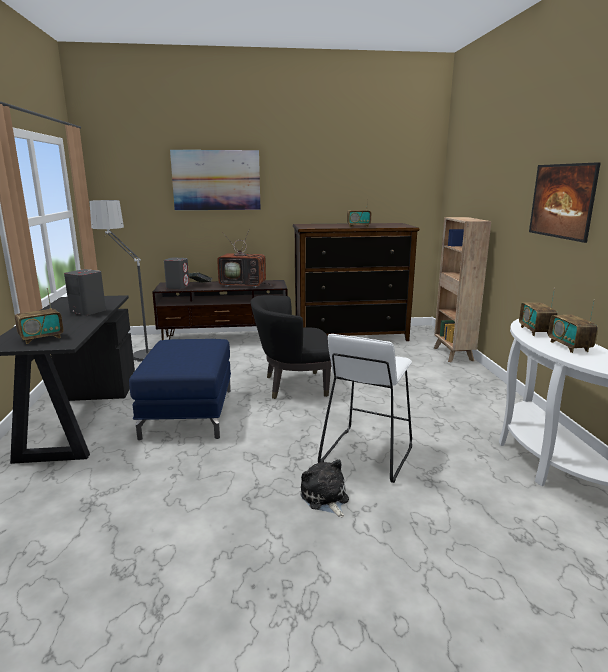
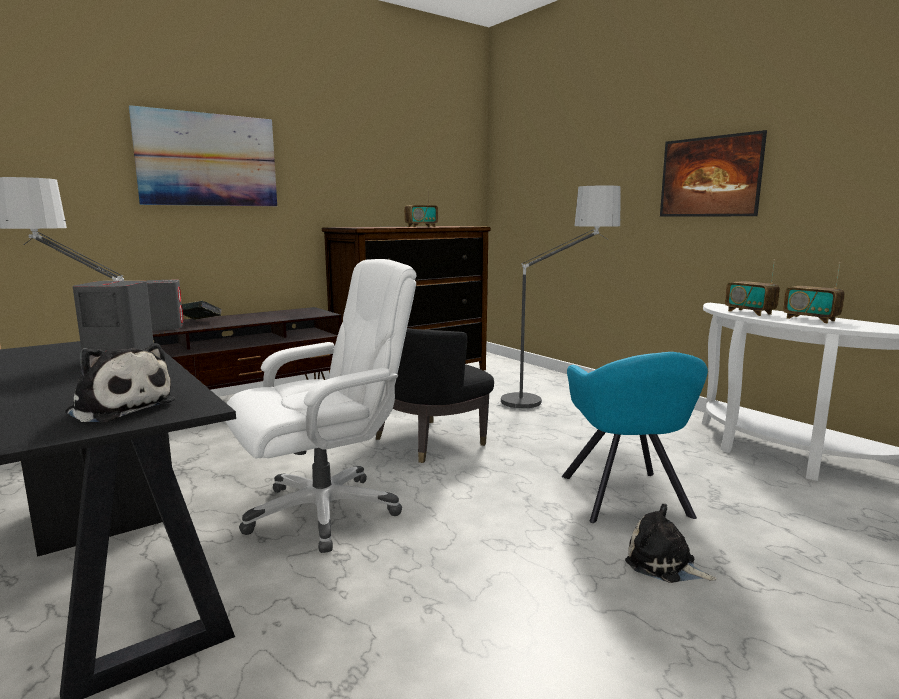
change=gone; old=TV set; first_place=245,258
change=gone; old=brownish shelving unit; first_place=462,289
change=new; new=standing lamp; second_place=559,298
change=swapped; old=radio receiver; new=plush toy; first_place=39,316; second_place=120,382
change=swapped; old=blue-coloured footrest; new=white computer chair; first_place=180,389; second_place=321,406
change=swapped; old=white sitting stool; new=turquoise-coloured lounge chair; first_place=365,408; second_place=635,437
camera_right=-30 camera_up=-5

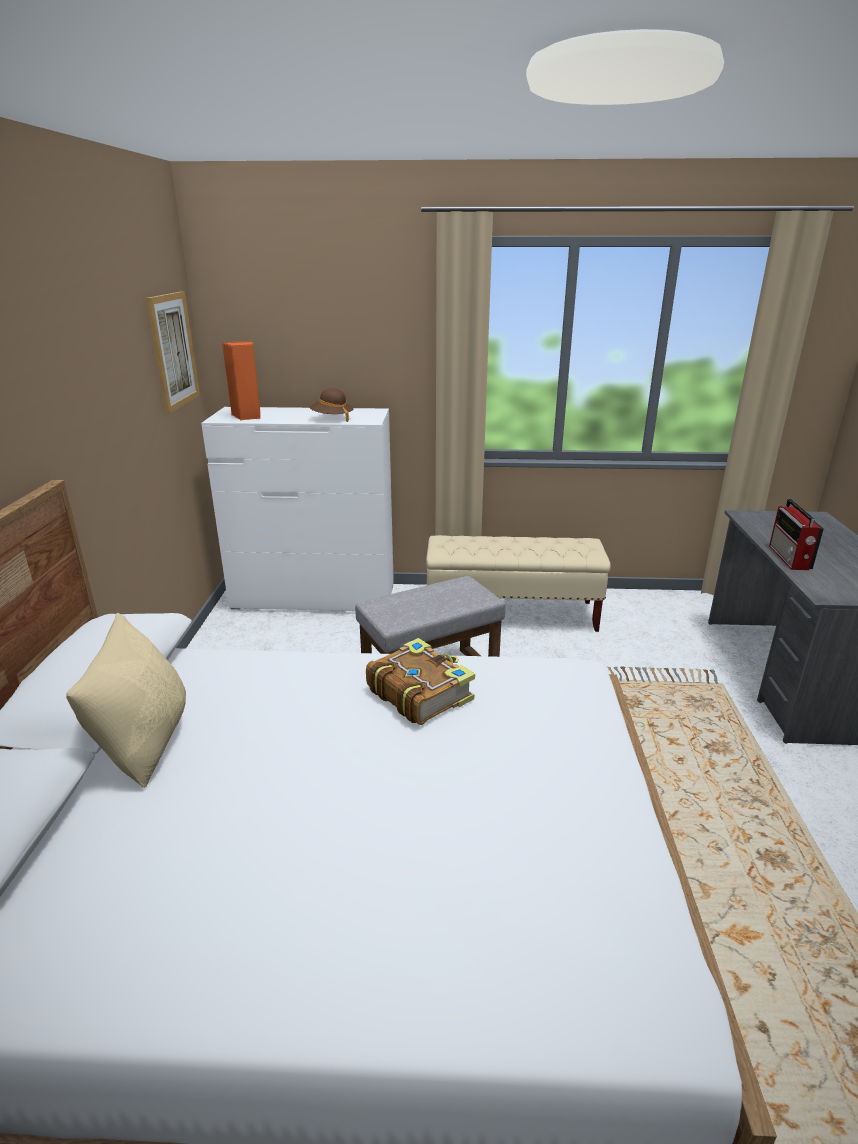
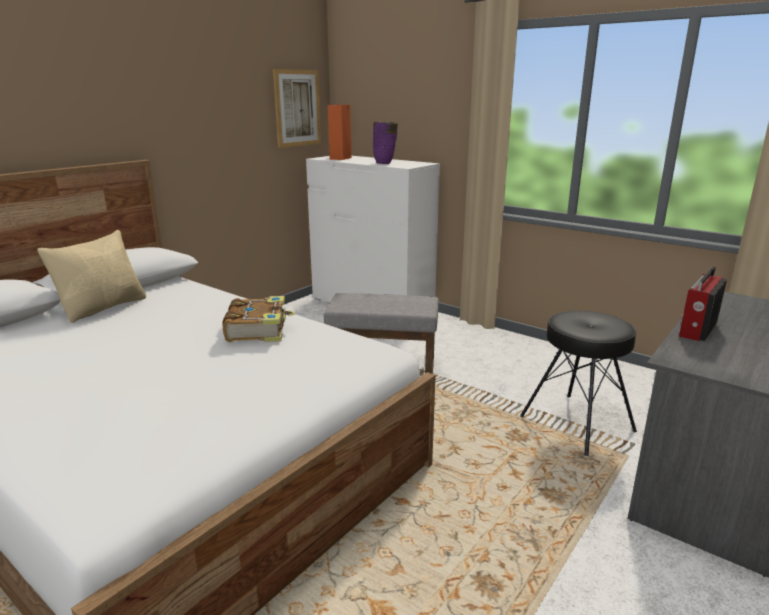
change=gone; old=sand-coloured indoor bench; first_place=518,583
change=new; new=black sitting stool; second_place=578,383
change=swapped; old=brownish hat; new=purple vase; first_place=331,405; second_place=385,142
camera_right=35 camera_up=-5

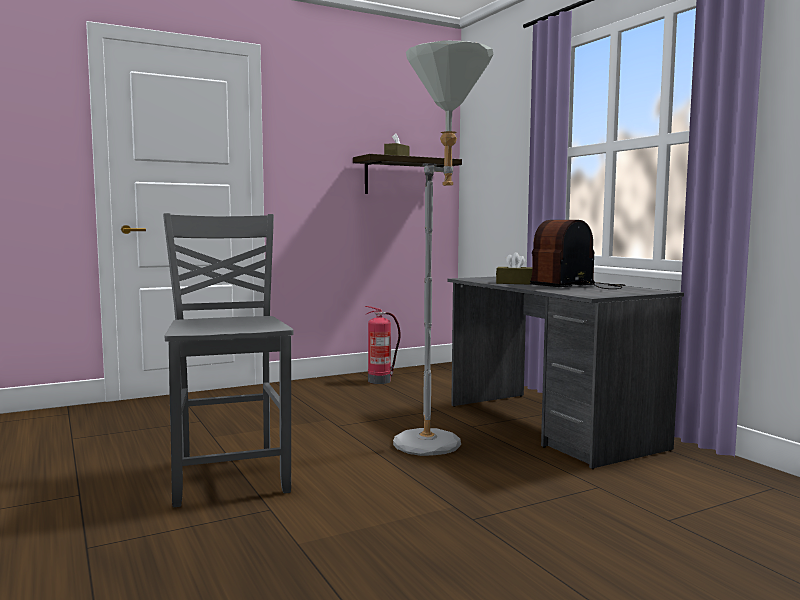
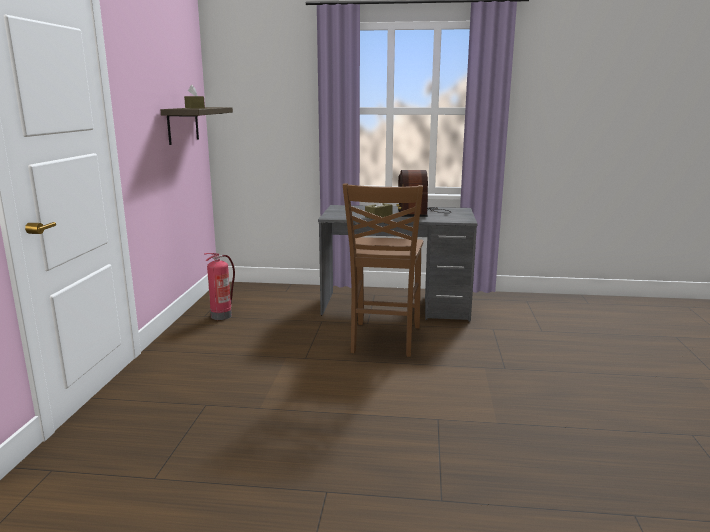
change=gone; old=greyish chair; first_place=228,360
change=swapped; old=greyish standing lamp; new=brownish chair; first_place=443,248; second_place=383,270
camera_right=-55 camera_up=10

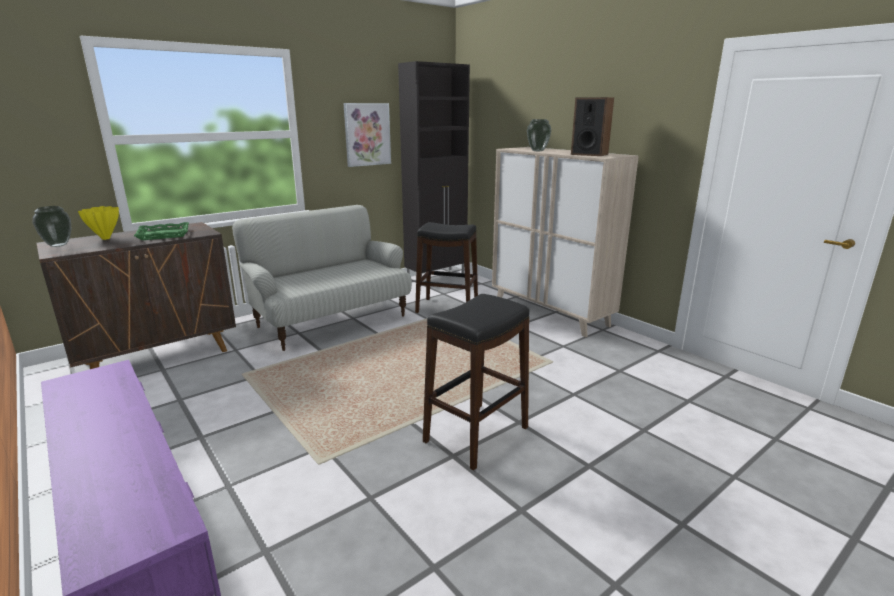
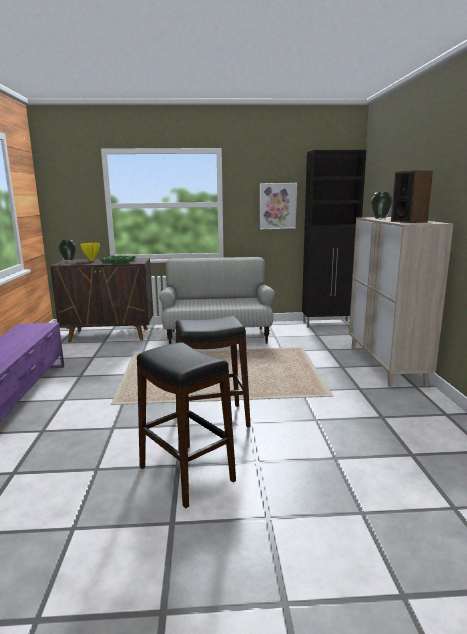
change=shifted; old=black sitting stool; first_place=446,267; second_place=186,425
camera_right=35 camera_up=-5

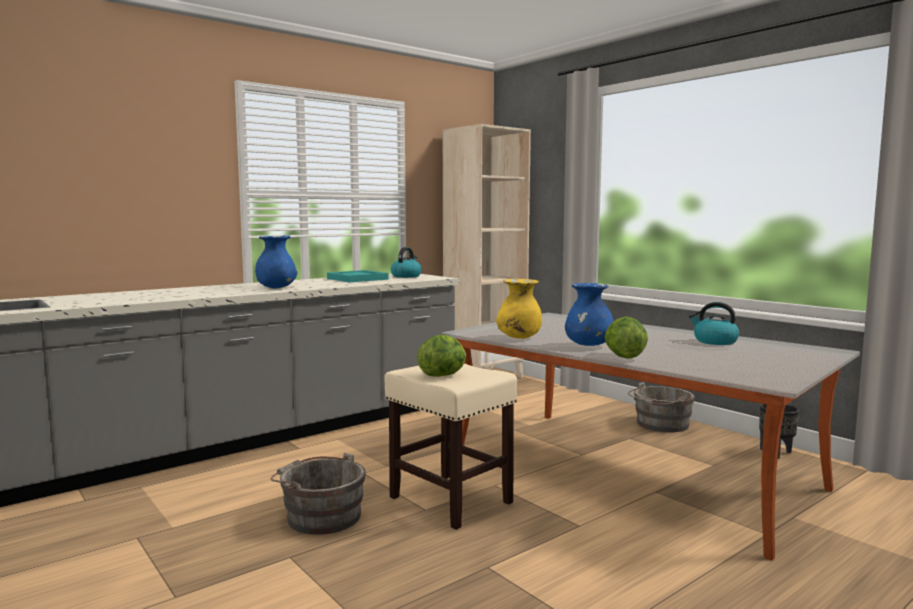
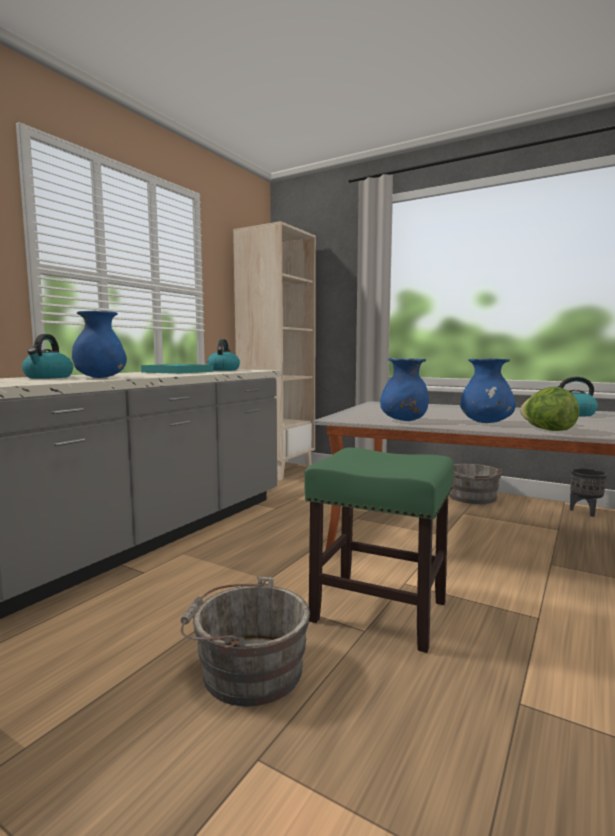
change=gone; old=lettuce head; first_place=441,356
change=new; new=water kettle; second_place=47,356
change=repainted; old=sand-coloured sitting stool; new=green-coloured sitting stool; first_place=450,446; second_place=379,550
change=repainted; old=yellow-coloured vase; new=blue-coloured vase; first_place=519,309; second_place=404,389
camera_right=-20 camera_up=0

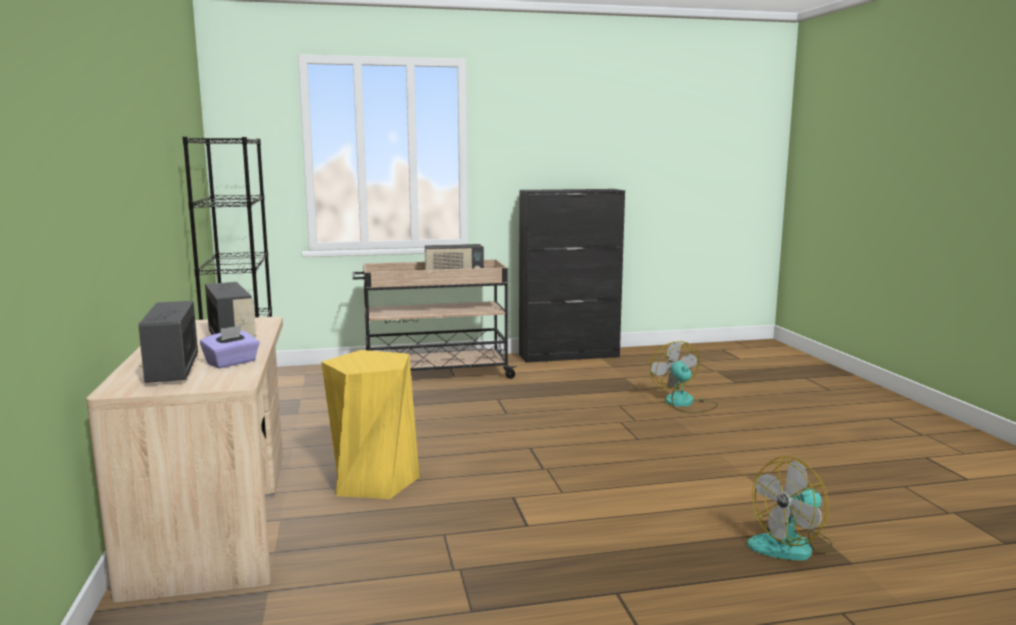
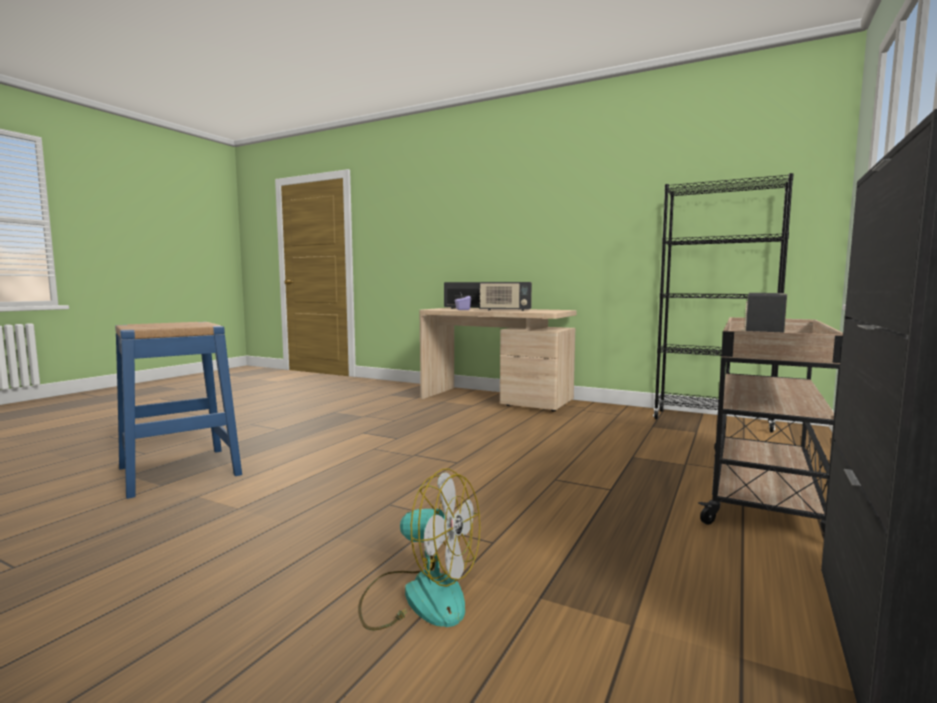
change=gone; old=yellow-coloured sitting stool; first_place=370,424
change=swapped; old=cooling fan; new=blue-coloured sitting stool; first_place=790,508; second_place=178,410
camera_right=130 camera_up=-5

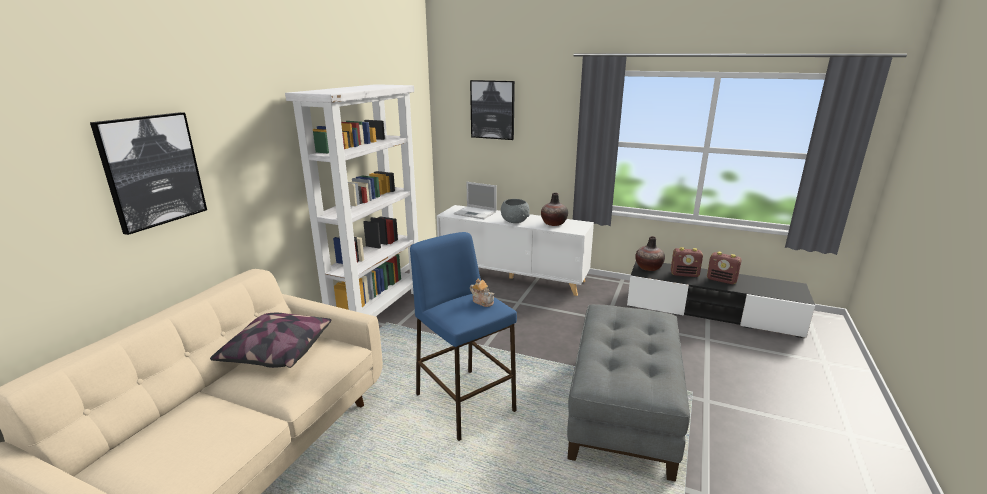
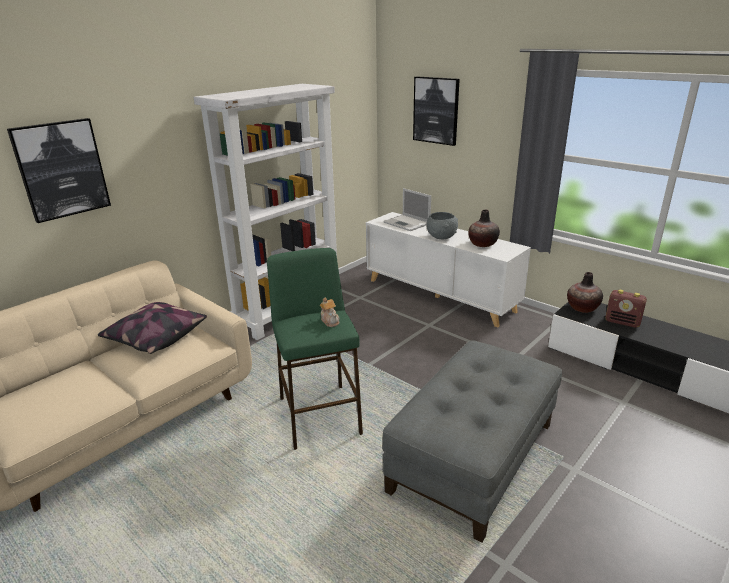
change=gone; old=radio receiver; first_place=724,268
change=repainted; old=blue-coloured sitting stool; new=green-coloured sitting stool; first_place=463,336; second_place=315,349
camera_right=20 camera_up=5

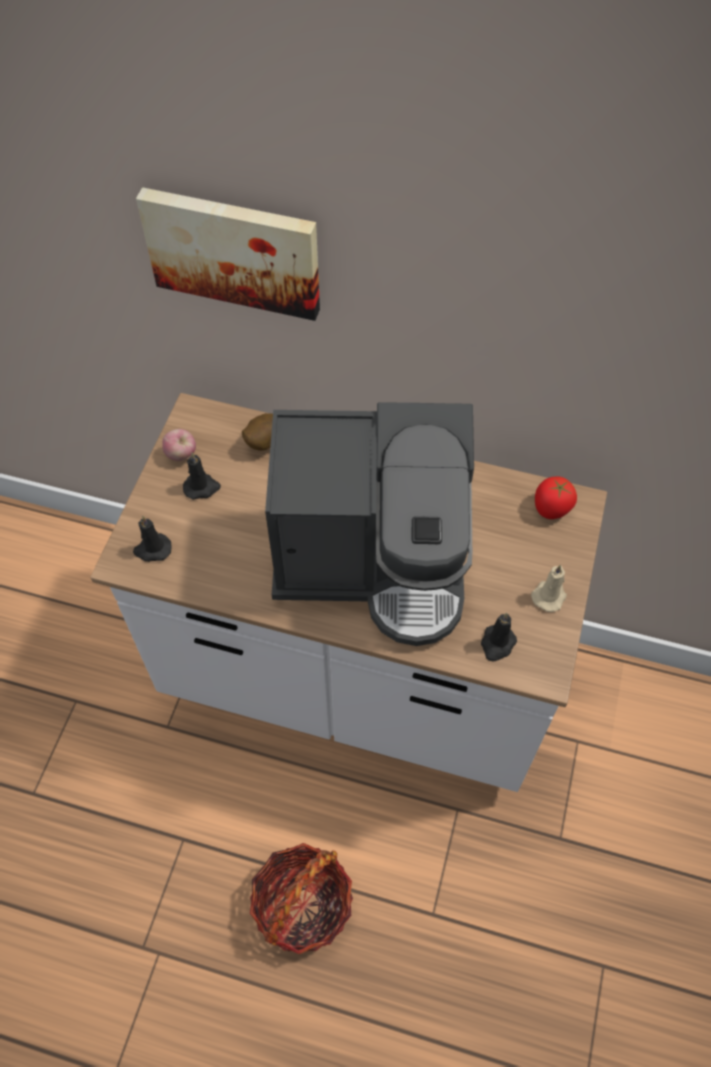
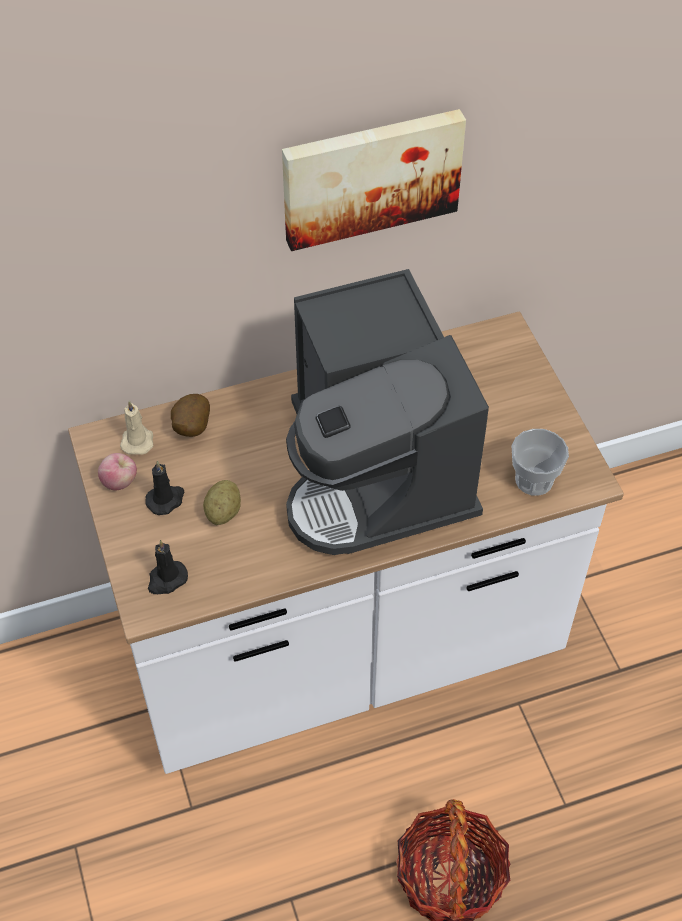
change=gone; old=whole tomato; first_place=556,498
change=new; new=whole potato; second_place=222,502
change=shifted; old=wall art; first_place=228,254; second_place=374,180
change=shifted; old=sand-coloured candle; first_place=549,588; second_place=136,428
change=swapped; old=black candle; new=small cup; first_place=499,637; second_place=540,462
change=rotated; old=coffee machine; first_place=369,524; second_place=387,412; degrees=105
camera_right=-35 camera_up=-5

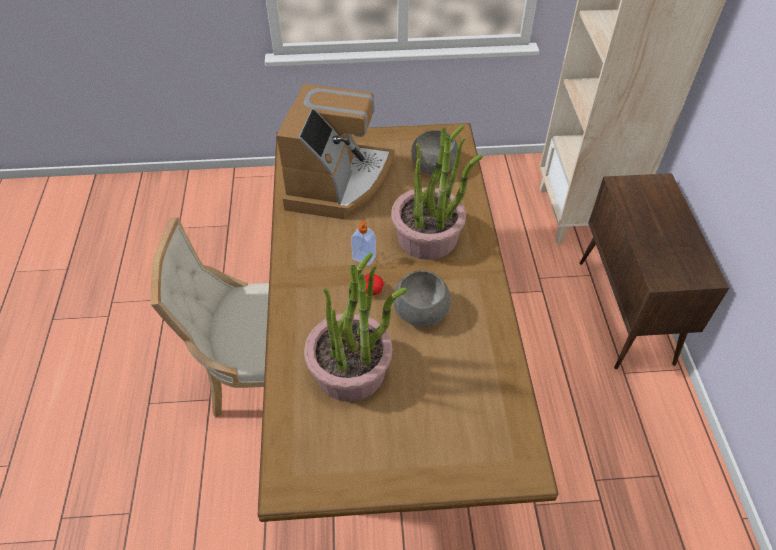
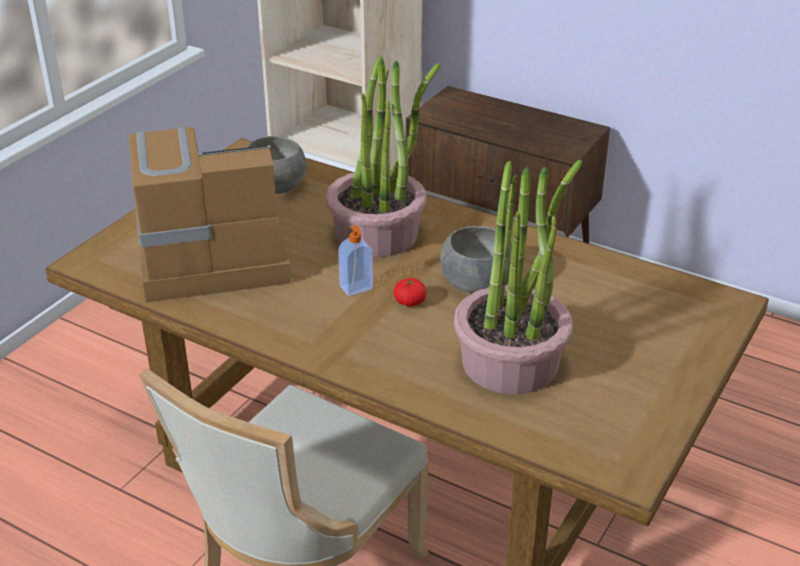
change=rotated; old=coffee machine; first_place=336,151; second_place=210,215; degrees=-60
camera_right=-55 camera_up=-15

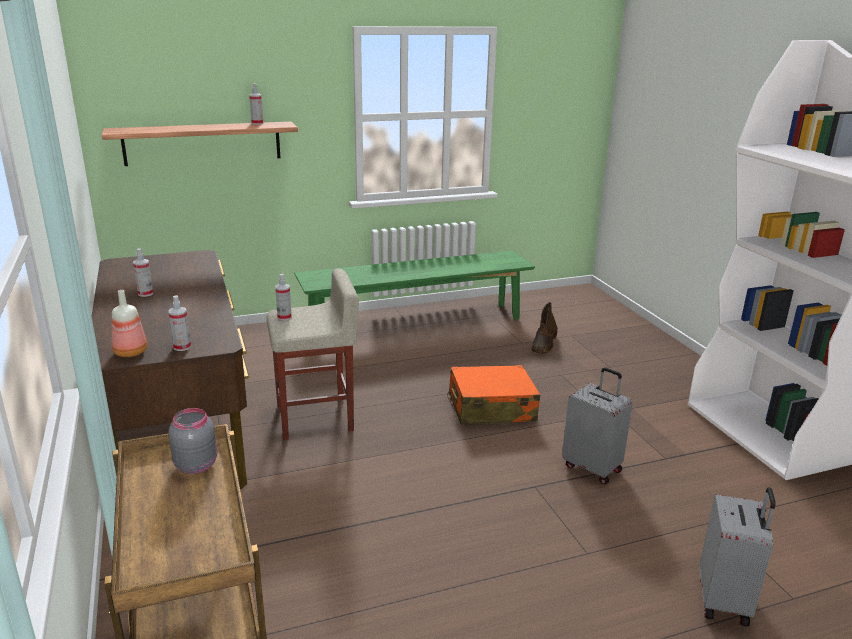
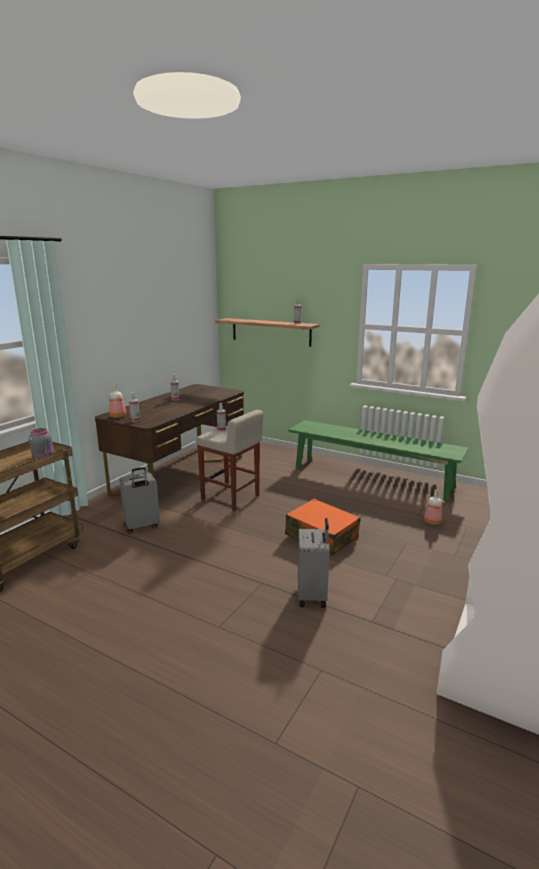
change=shifted; old=greyish travel case; first_place=737,557; second_place=139,500
change=swapped; old=brownish boot; new=bottle; first_place=545,328; second_place=433,507
camera_right=50 camera_up=-5

